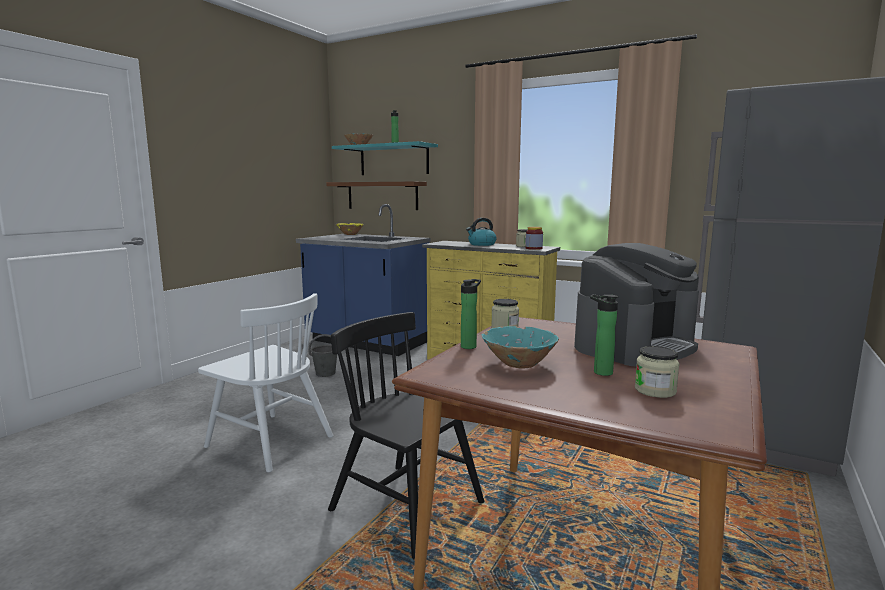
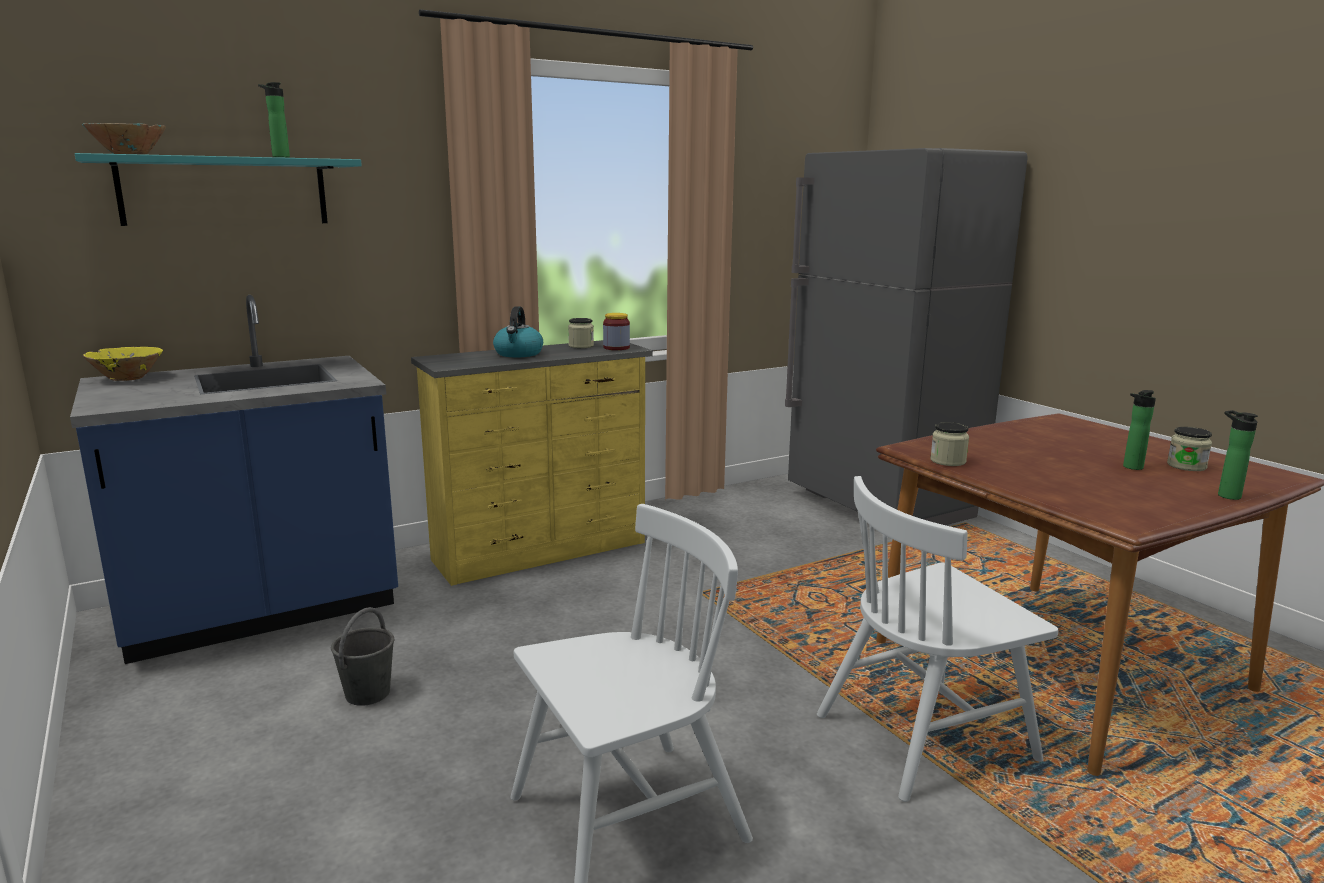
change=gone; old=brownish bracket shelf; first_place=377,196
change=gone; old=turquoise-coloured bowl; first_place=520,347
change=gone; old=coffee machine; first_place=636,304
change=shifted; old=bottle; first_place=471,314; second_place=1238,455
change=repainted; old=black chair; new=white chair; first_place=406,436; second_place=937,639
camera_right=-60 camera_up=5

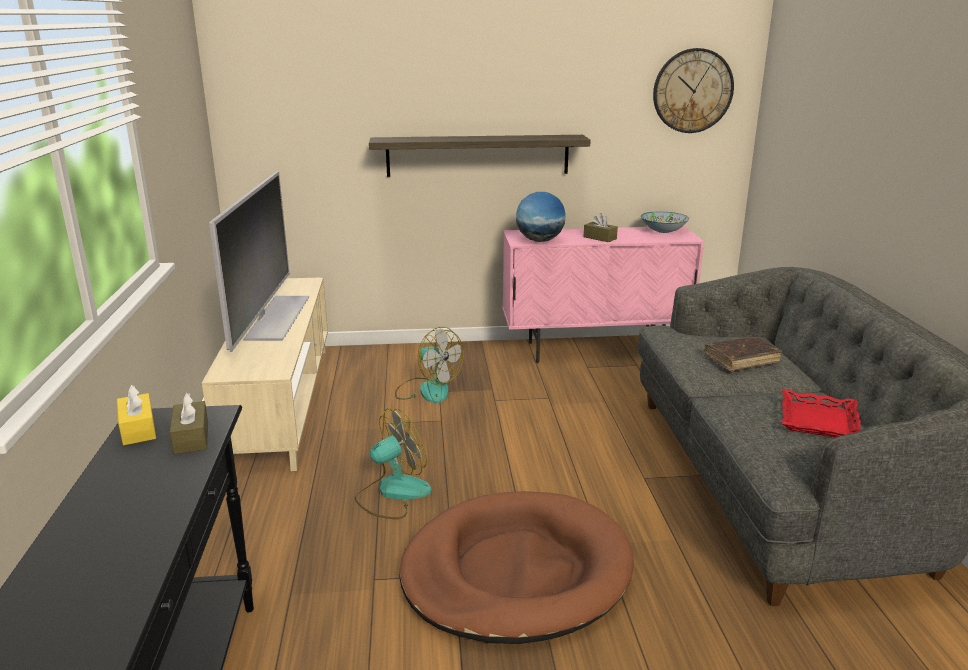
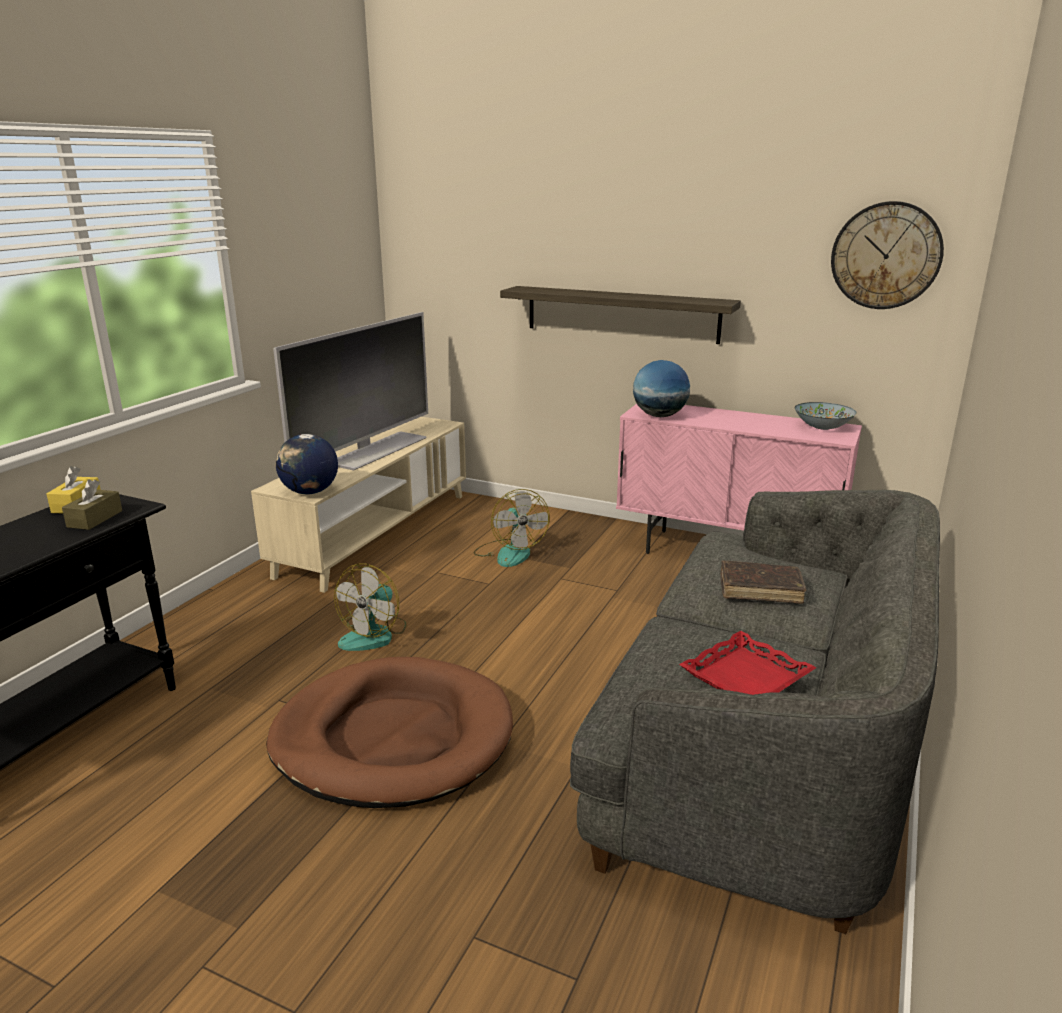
change=gone; old=brownish box of tissues; first_place=601,227
change=new; new=globe; second_place=307,464
change=rotated; old=cooling fan; first_place=393,463; second_place=370,607; degrees=120
camera_right=30 camera_up=0

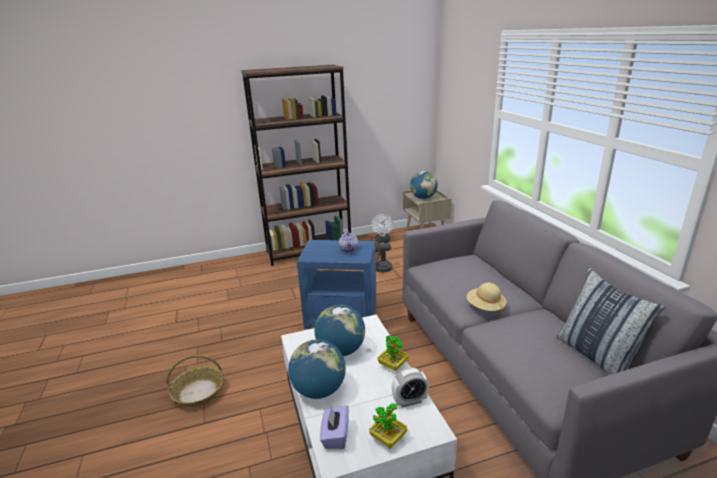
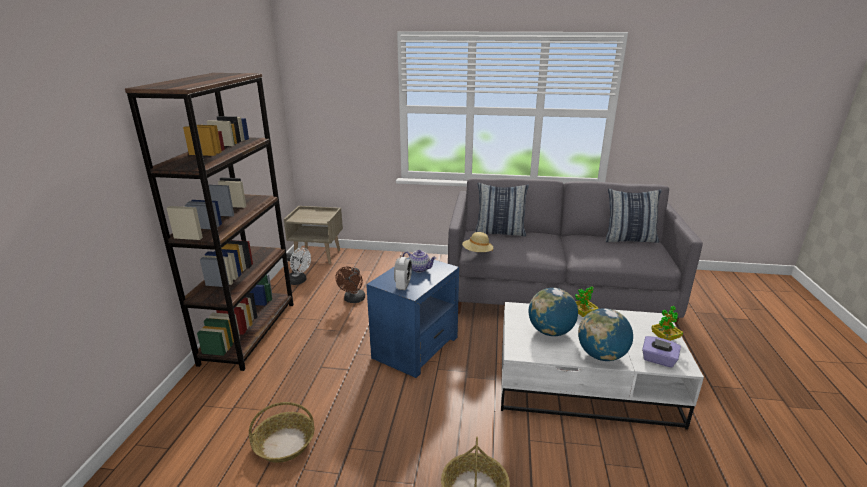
change=gone; old=globe; first_place=424,185
change=new; new=household basket; second_place=281,432
change=new; new=throw pillow; second_place=502,210
change=shifted; old=alarm clock; first_place=410,387; second_place=403,273
change=shifted; old=sand-coloured hat; first_place=487,299; second_place=478,242
camera_right=-65 camera_up=0

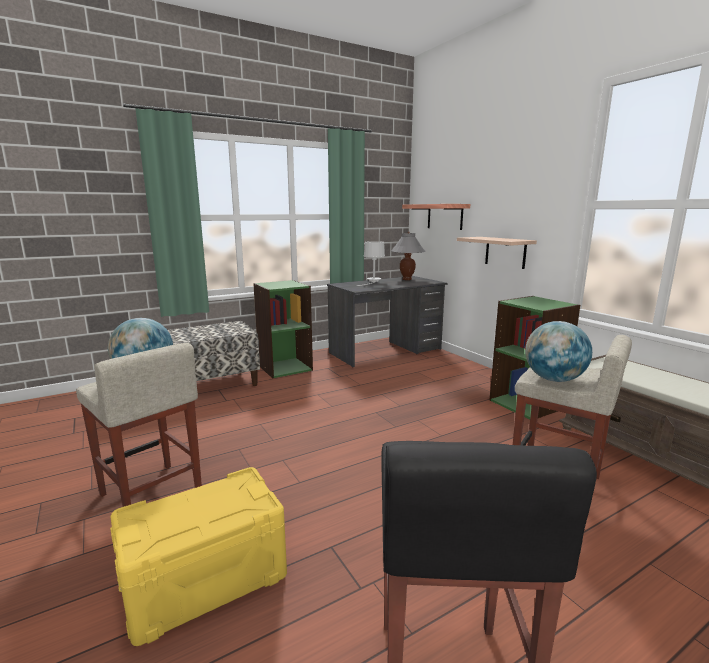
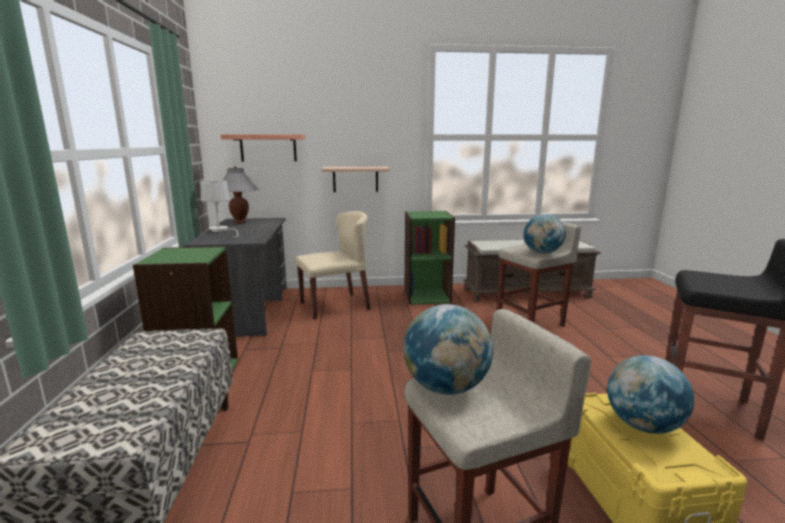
change=new; new=sand-coloured chair; second_place=333,265
change=new; new=globe; second_place=650,394
camera_right=-65 camera_up=0

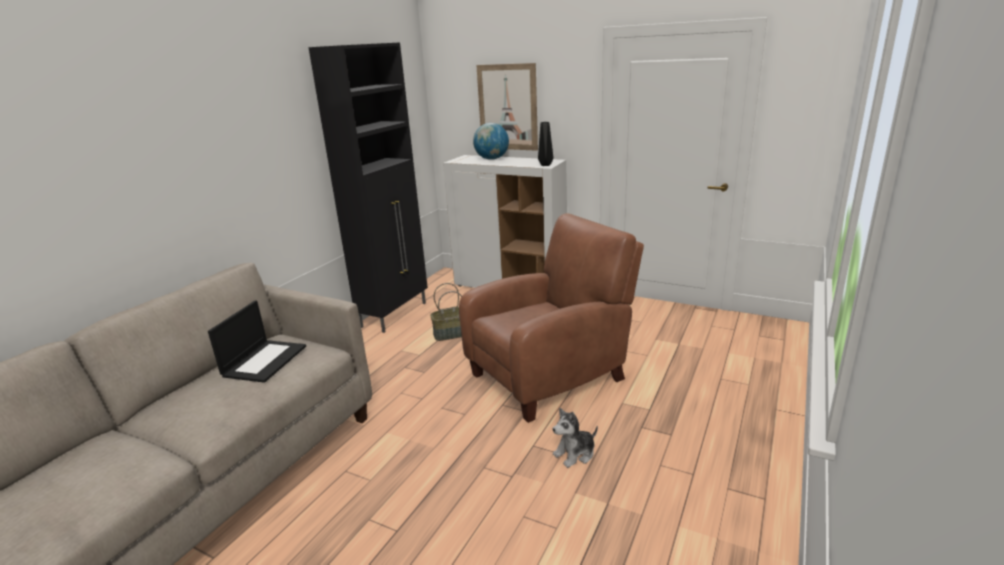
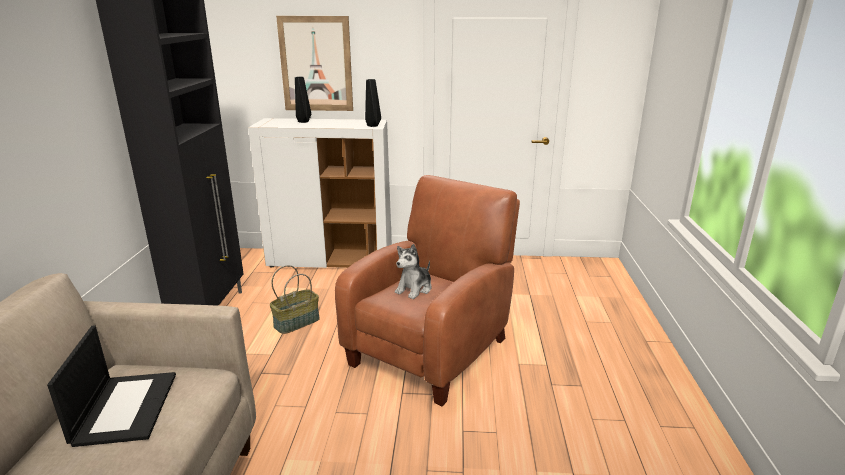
change=shifted; old=plush toy; first_place=575,438; second_place=413,271
change=swapped; old=globe; new=black vase; first_place=491,141; second_place=303,100
camera_right=-25 camera_up=0

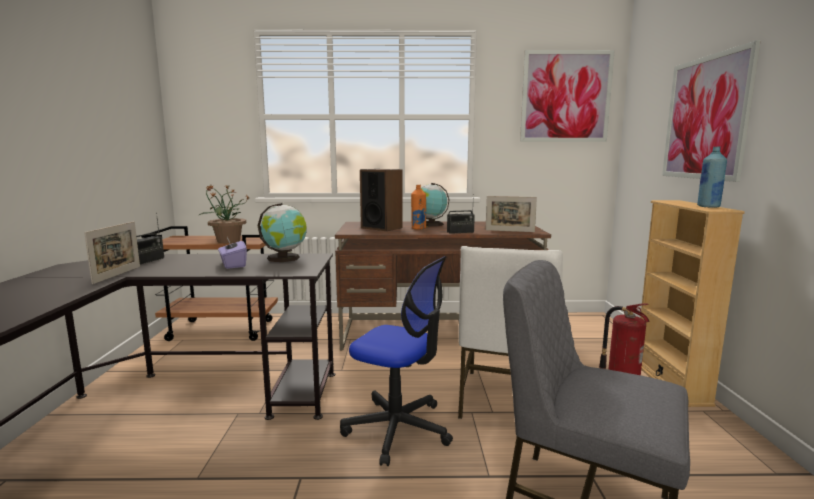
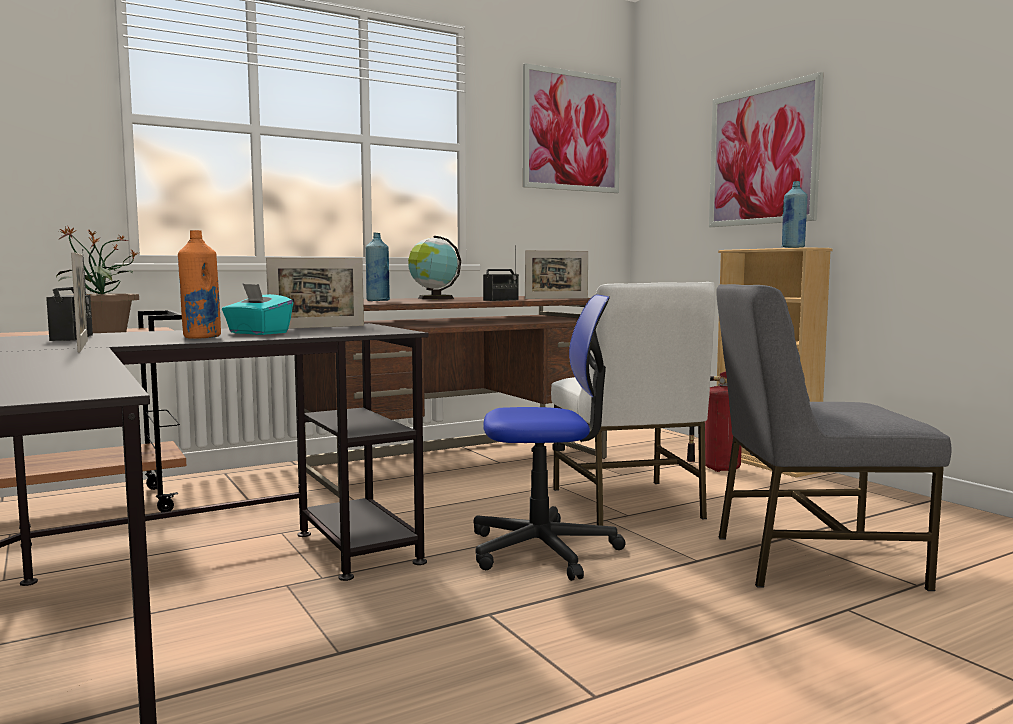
change=shifted; old=orange-coloured bottle; first_place=418,207; second_place=199,284
change=swapped; old=globe; new=picture frame; first_place=282,232; second_place=315,293
change=swapped; old=audio speaker; new=blue-coloured bottle; first_place=381,200; second_place=378,267
change=repainted; old=purple box of tissues; new=turquoise-coloured box of tissues; first_place=232,253; second_place=257,309
camera_right=-30 camera_up=-5

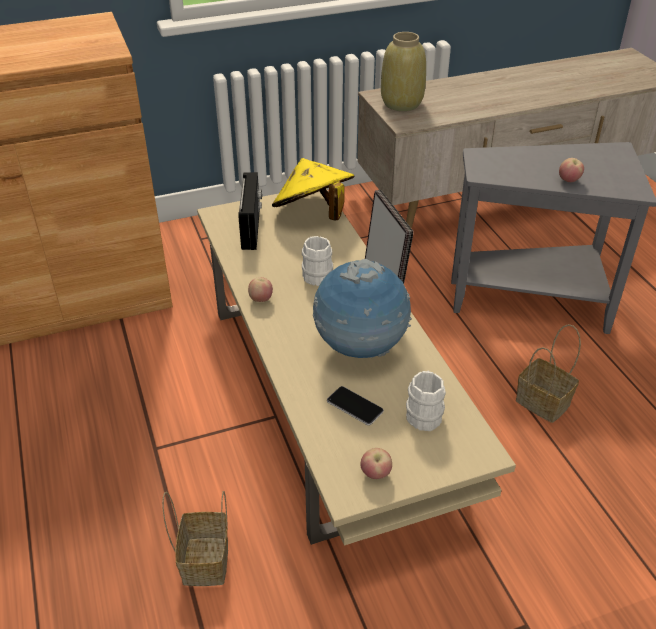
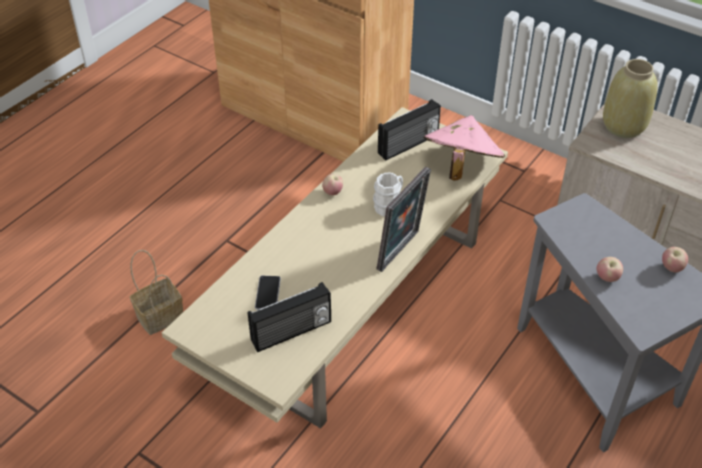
change=gone; old=globe; first_place=362,308
change=gone; old=household basket; first_place=548,373
change=shifted; old=whole apple; first_place=376,463; second_place=675,259
change=swapped; old=white coffee mug; new=radio receiver; first_place=426,401; second_place=289,317
change=repainted; old=yellow-coloured hat; new=pinkish hat; first_place=313,189; second_place=464,148
camera_right=55 camera_up=5

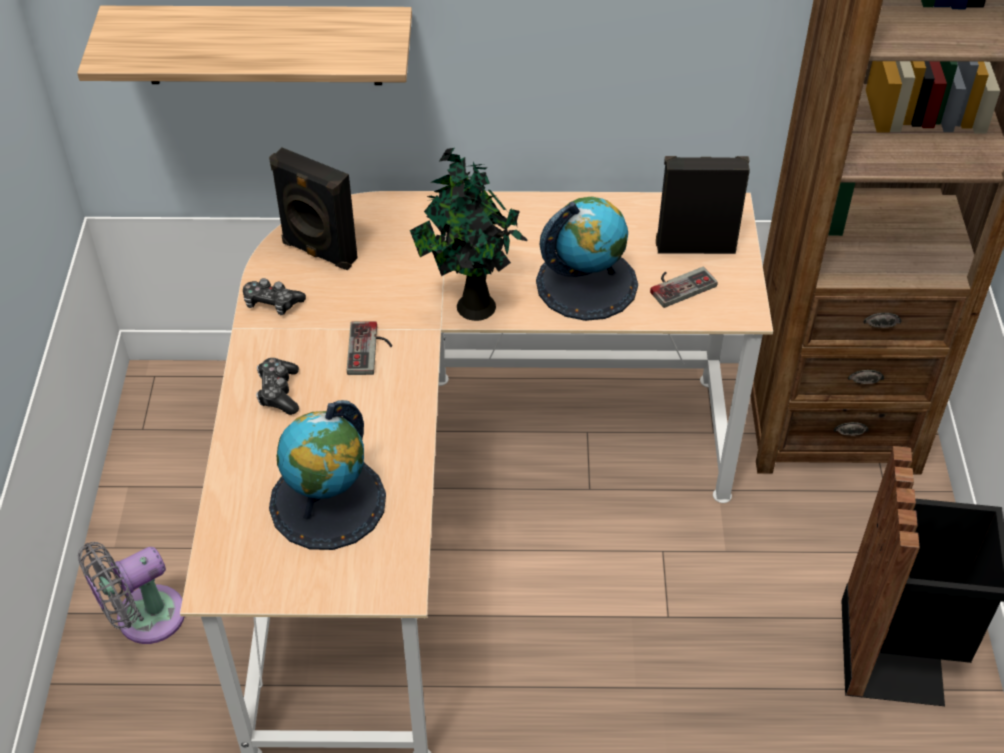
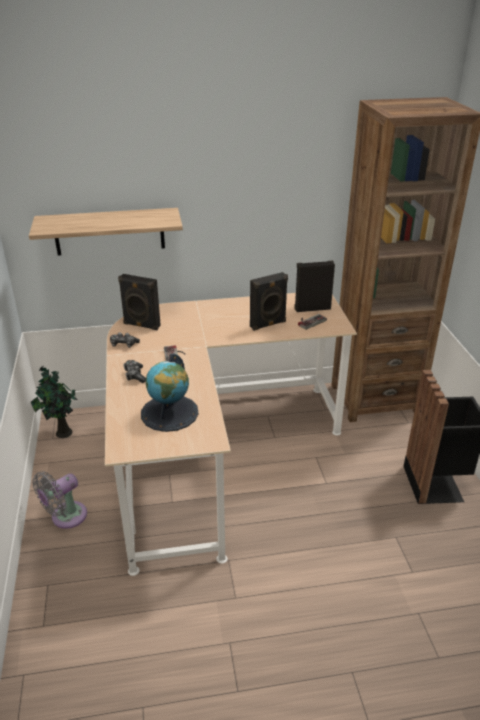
change=shifted; old=potted plant; first_place=469,234; second_place=54,402
change=swapped; old=globe; new=black audio speaker; first_place=587,258; second_place=269,301
camera_right=-10 camera_up=-15

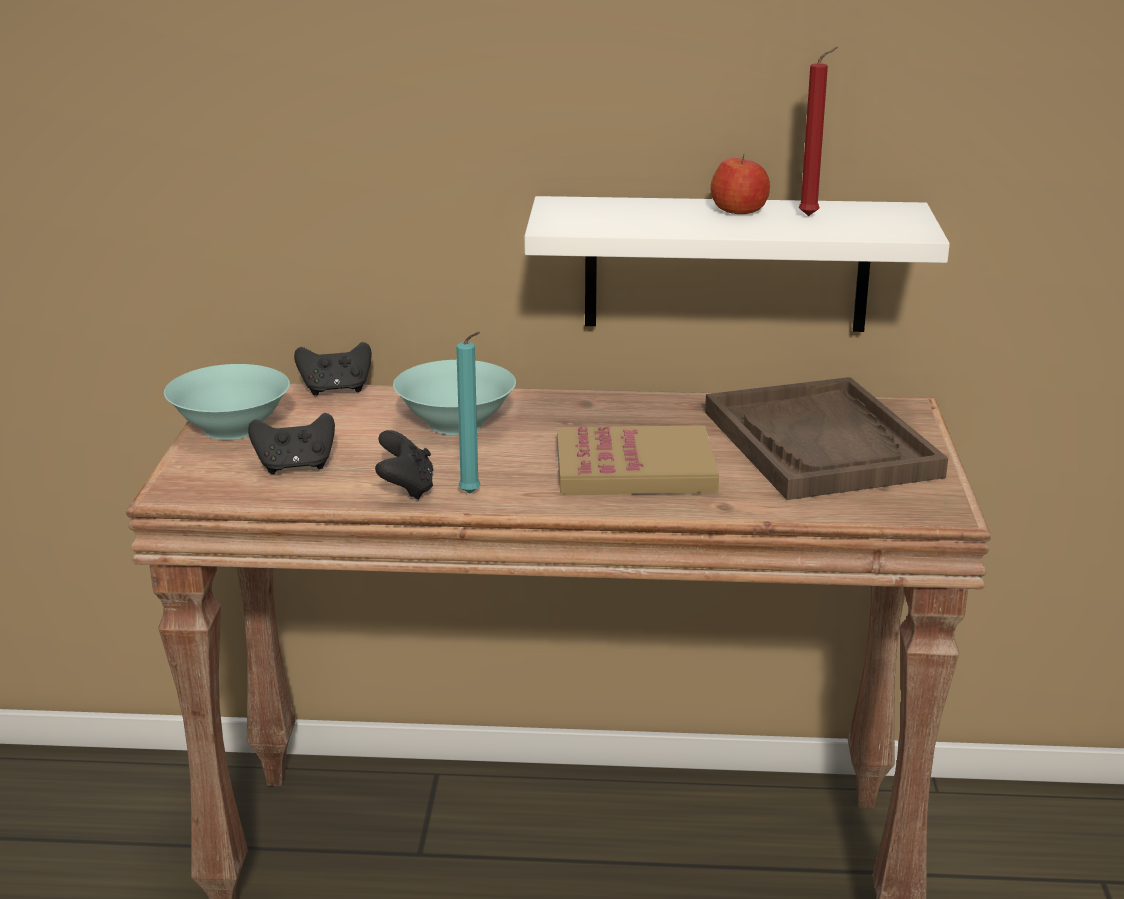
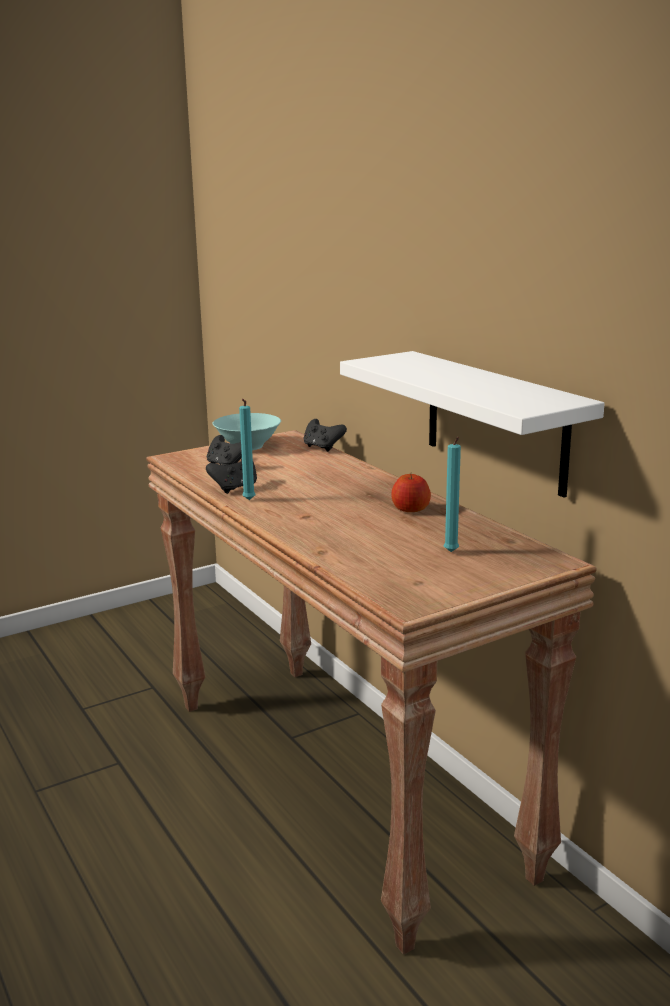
change=gone; old=turquoise-coloured bowl; first_place=454,397
change=gone; old=bound book; first_place=638,460
change=gone; old=reddish candle; first_place=818,131
change=shifted; old=whole apple; first_place=740,183; second_place=411,493
change=swapped; old=brownish tray; new=turquoise-coloured candle; first_place=826,438; second_place=452,494
camera_right=55 camera_up=-5

